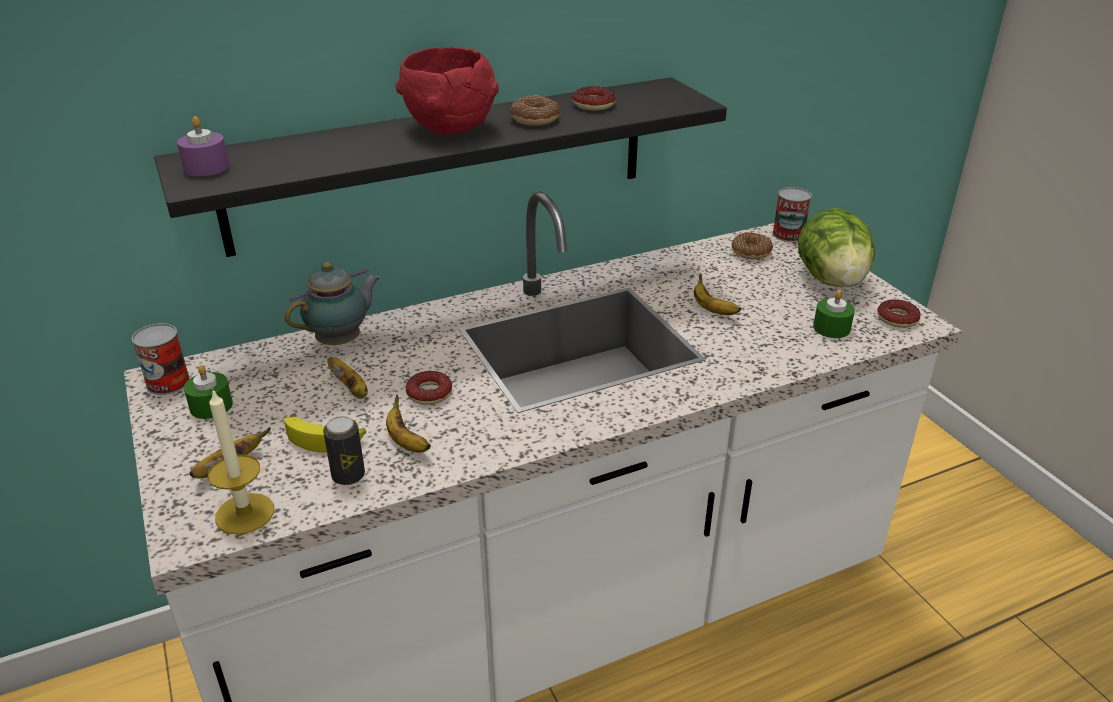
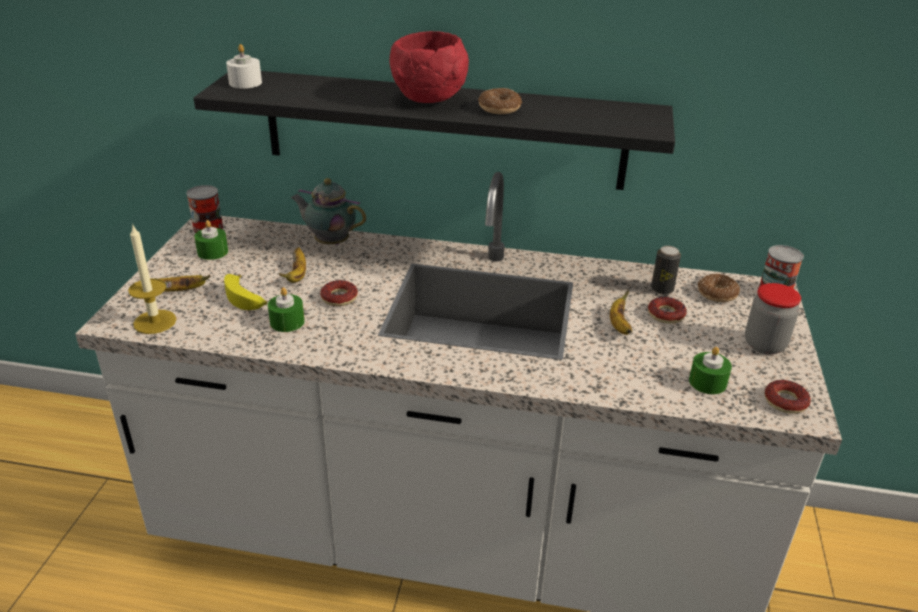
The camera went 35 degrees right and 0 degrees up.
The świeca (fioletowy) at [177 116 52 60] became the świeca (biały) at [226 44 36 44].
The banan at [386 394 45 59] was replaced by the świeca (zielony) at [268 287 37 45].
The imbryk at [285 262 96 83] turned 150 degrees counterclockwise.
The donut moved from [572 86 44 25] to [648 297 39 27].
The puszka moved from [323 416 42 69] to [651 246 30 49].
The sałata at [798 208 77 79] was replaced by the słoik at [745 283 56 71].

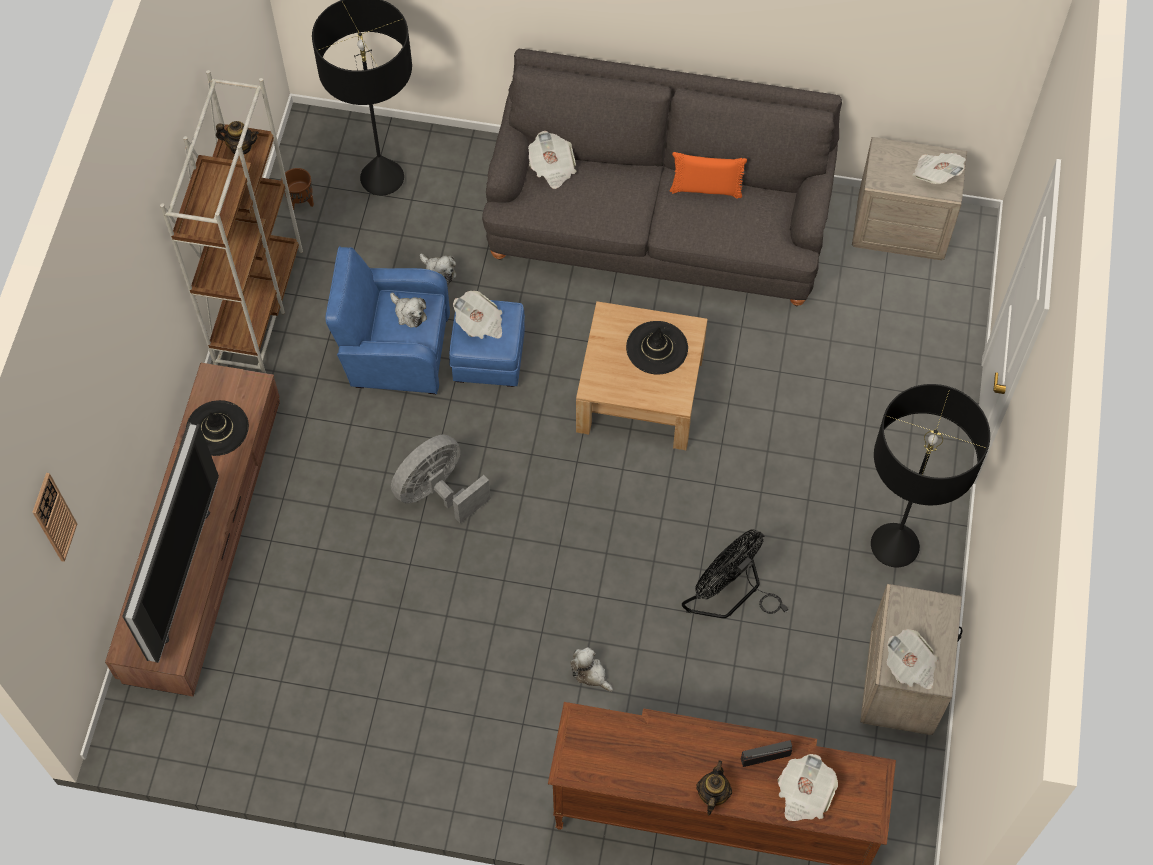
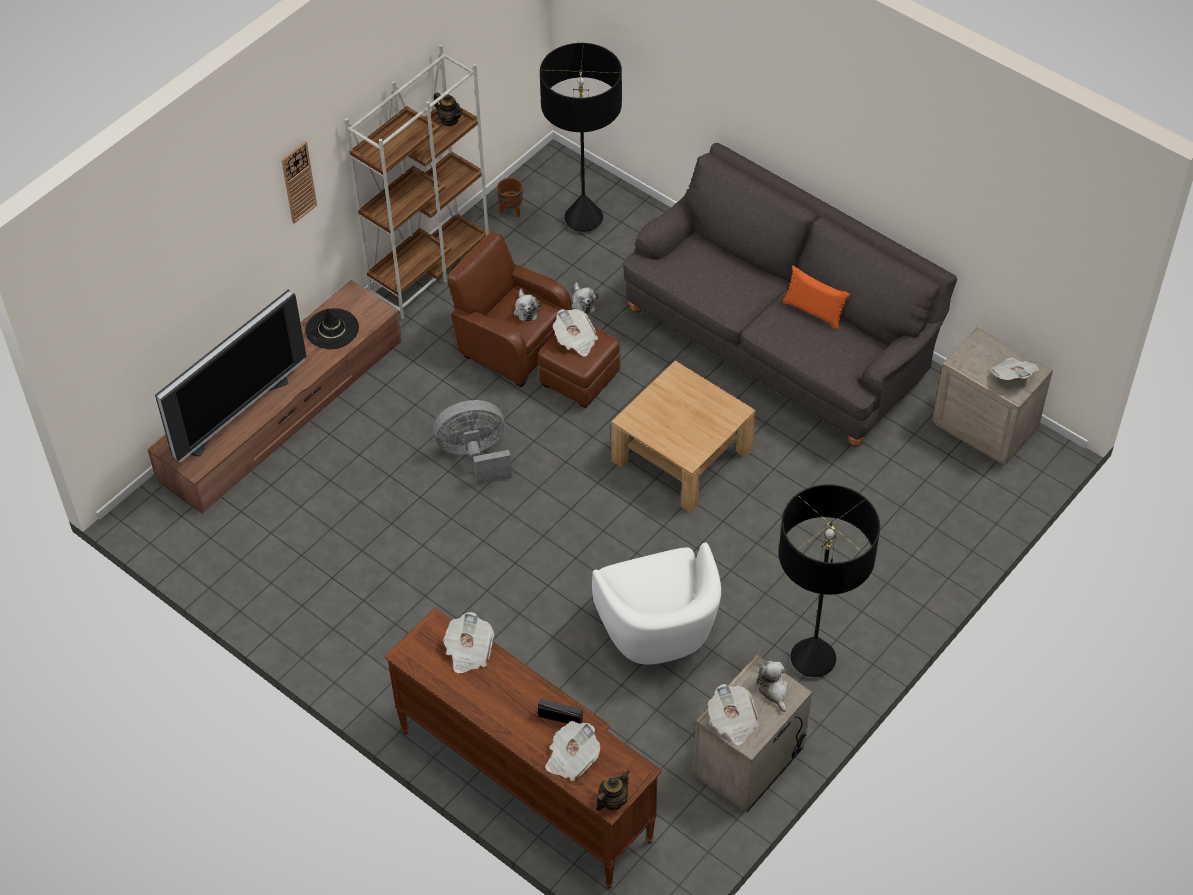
The camera went 30 degrees right and 10 degrees down.
The zegar ścienny moved from [33 473 44 89] to [281 141 36 83].
The gazeta moved from [528 131 48 58] to [443 612 51 61].
The fotel (niebieski) at [325 246 200 148] became the fotel (brązowy) at [447 231 174 177].
The wentylator (czarny) at [682 529 106 89] was replaced by the fotel (biały) at [592 543 129 122].
The imbryk moved from [696 760 36 55] to [596 770 34 41].
The pluszak moved from [570 647 43 45] to [756 661 32 51].
The kapelusz (czarny) at [626 321 62 53] disappeared.

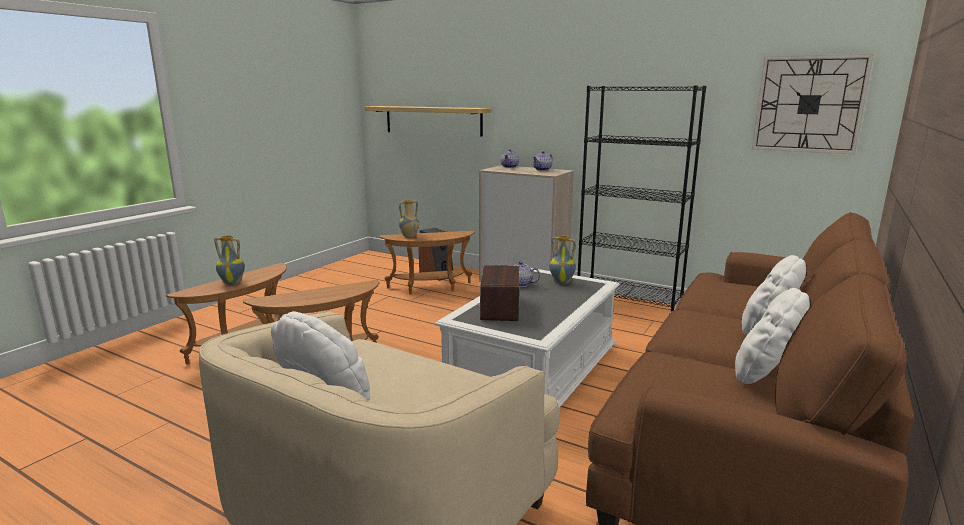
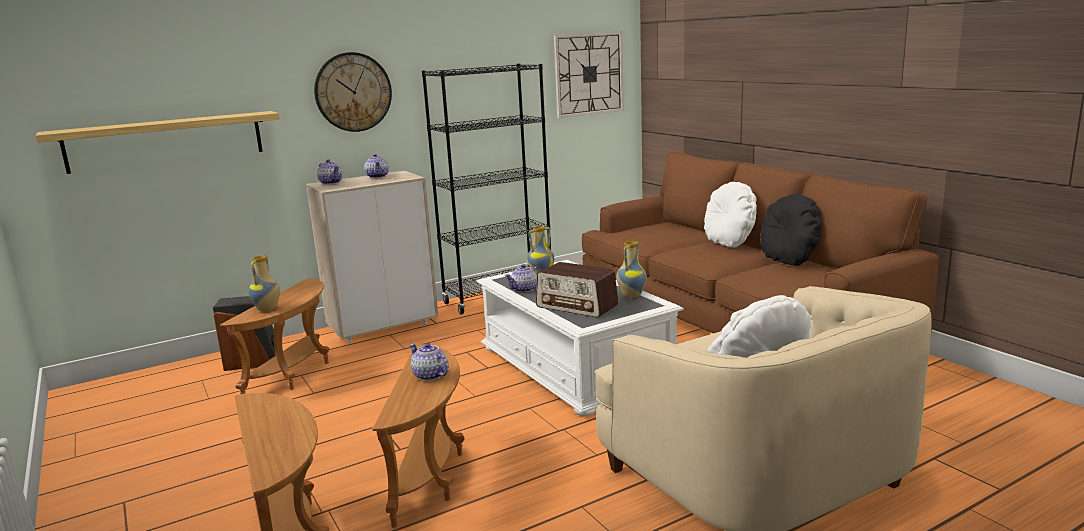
The camera went 60 degrees left and 0 degrees up.
The zegar ścienny at [314 52 78 80] appeared.
The imbryk at [409 343 40 38] appeared.
The wazon moved from [214 235 31 50] to [616 241 31 57].
The poduszka (biały) at [735 288 75 96] became the poduszka (czarny) at [760 194 62 72].

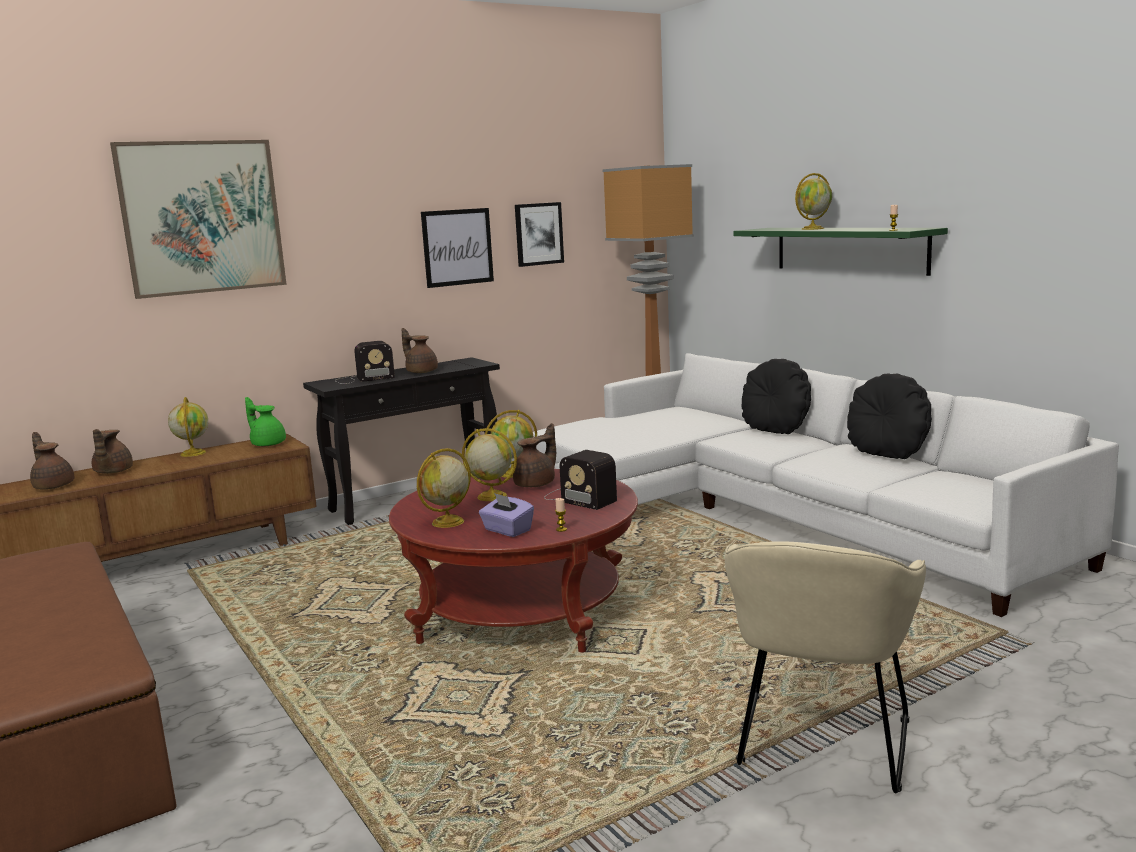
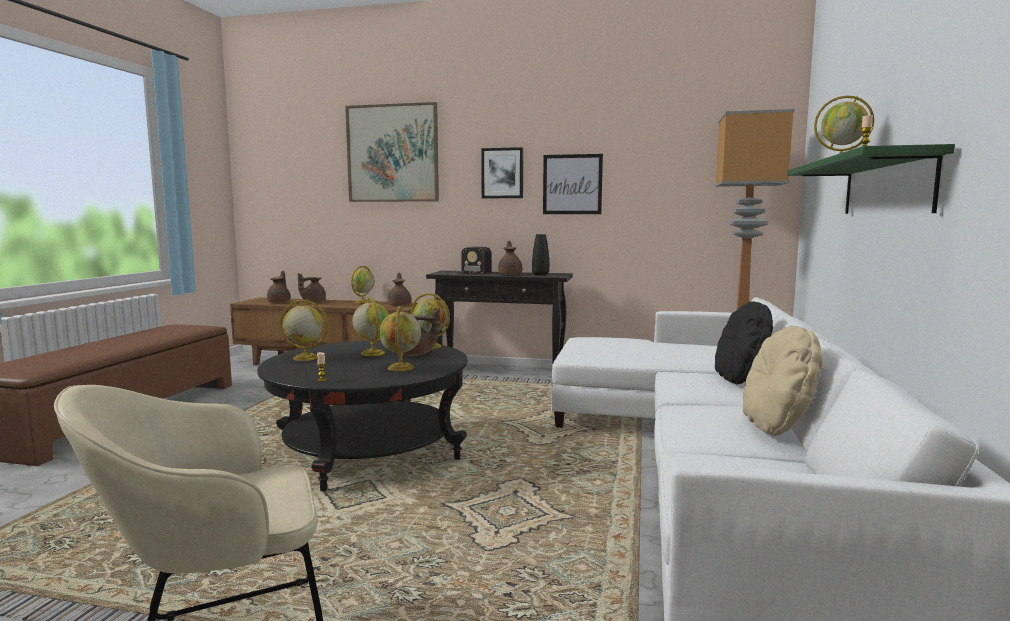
The camera went 45 degrees right and 5 degrees down.
The ława (czerwony) at [389 469 249 183] became the ława (czarny) at [257 340 211 151].
The radio at [544 450 73 60] was replaced by the globus at [379 306 42 65].
The imbryk (zielony) at [245 397 41 49] became the imbryk (brązowy) at [388 273 23 33].
The obraz moved from [515 202 49 65] to [481 147 42 51].
The wazon (czarny) at [532 234 17 41] appeared.
The poduszka (czarny) at [847 373 85 86] became the poduszka (beżowy) at [743 326 79 110].
The pudełko chusteczek (fioletowy) at [479 493 55 44] disappeared.

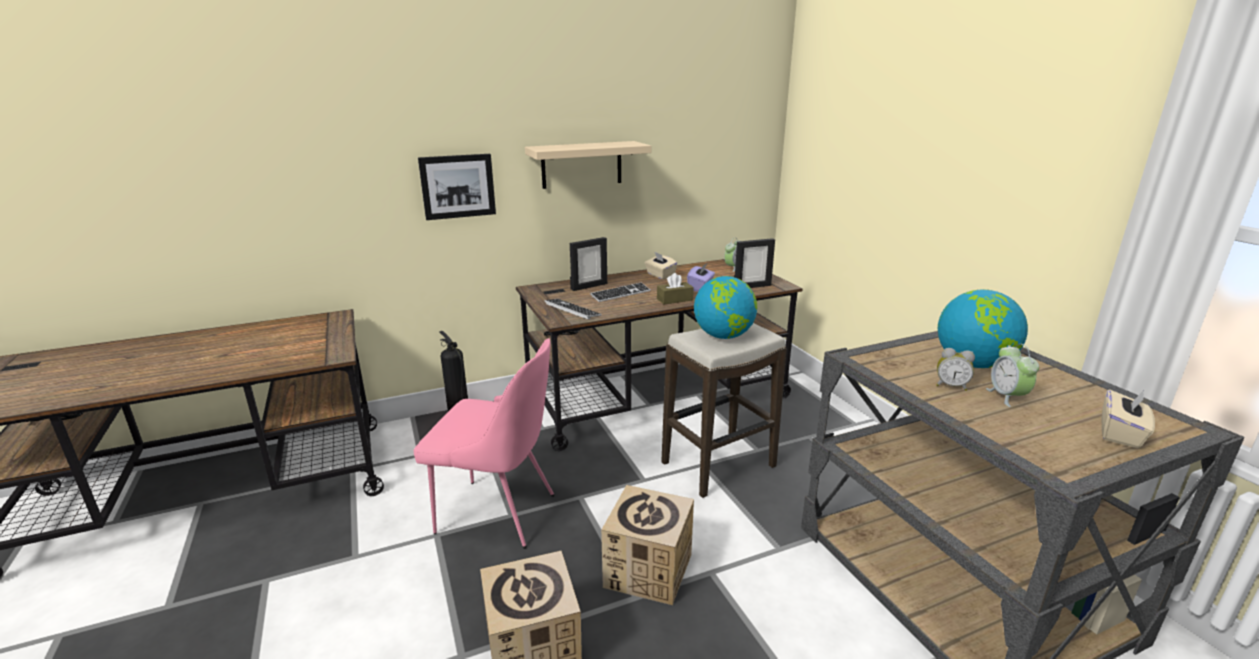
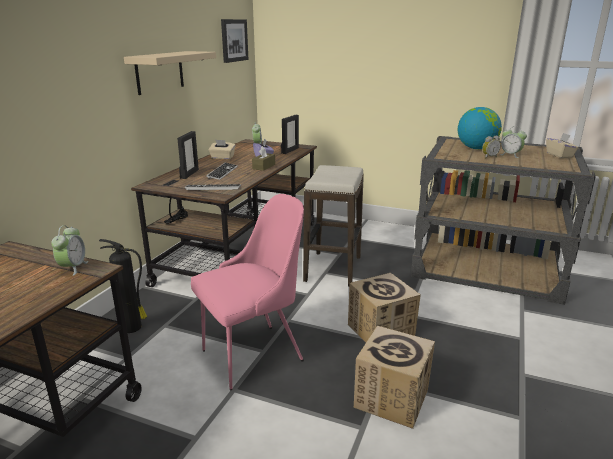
The camera went 45 degrees left and 0 degrees up.
The budzik at [51 225 38 51] appeared.
The obraz moved from [418 154 78 66] to [221 19 28 44].
The globus at [694 276 63 63] disappeared.

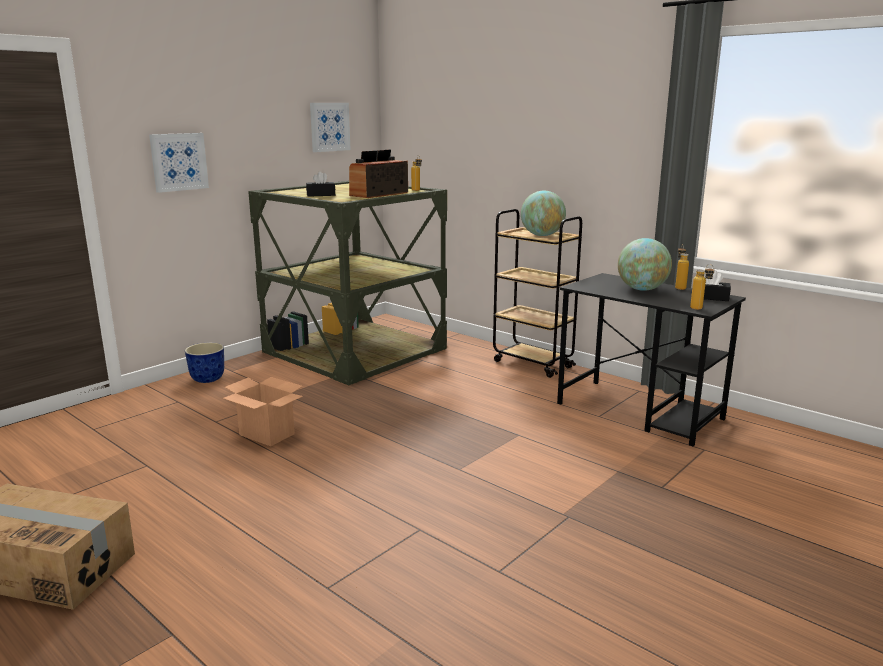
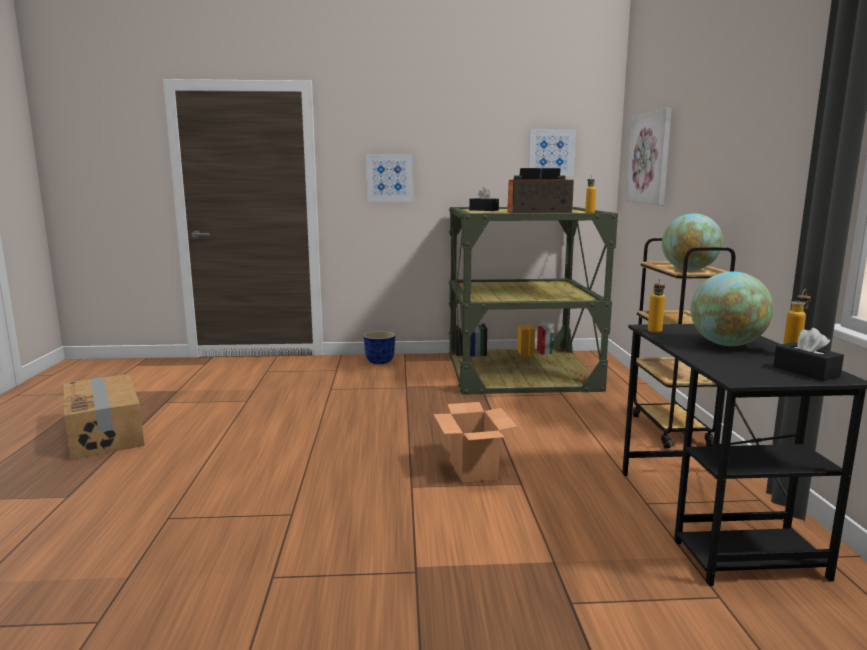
The camera went 45 degrees right and 5 degrees down.
The karton moved from [222 377 81 69] to [433 402 84 81].
The obraz at [625 108 47 97] appeared.
The butelka moved from [690 264 24 46] to [648 278 17 55].

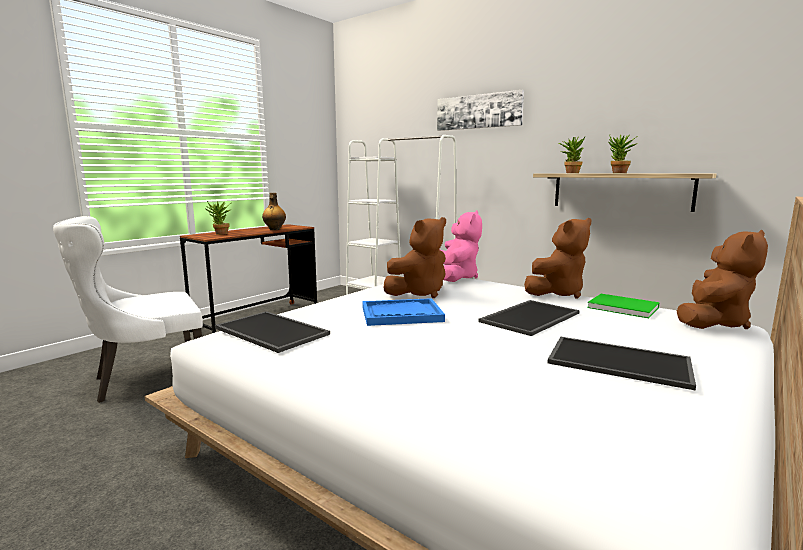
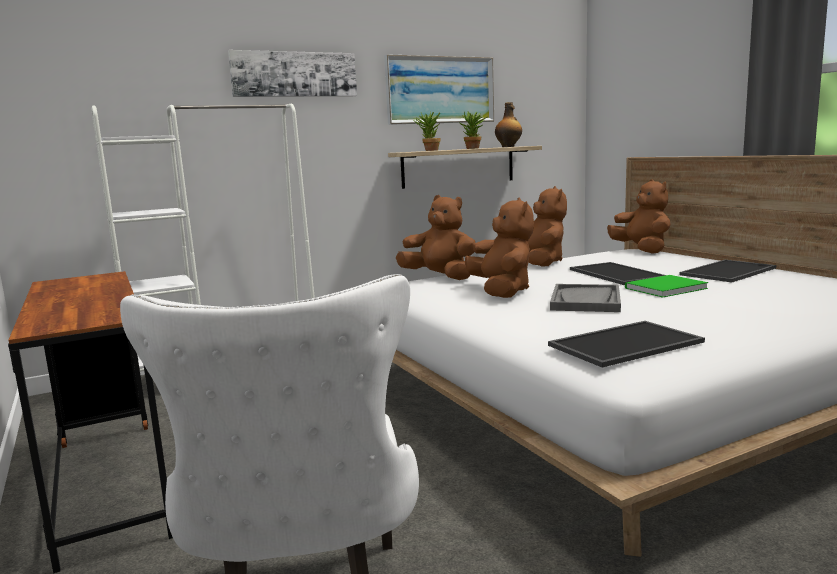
The camera went 65 degrees left and 0 degrees up.
The obraz at [384 54 110 71] appeared.
The pluszak (różowy) at [440 210 42 72] became the pluszak (brązowy) at [396 195 79 85].
The butelka moved from [262 193 24 37] to [495 102 27 45].
The taca (niebieski) at [362 298 83 28] became the taca (szary) at [550 284 71 28].
The książka (zielony) moved from [587 294 72 24] to [625 275 83 23].
The roślina doniczkowa at [206 201 25 34] disappeared.

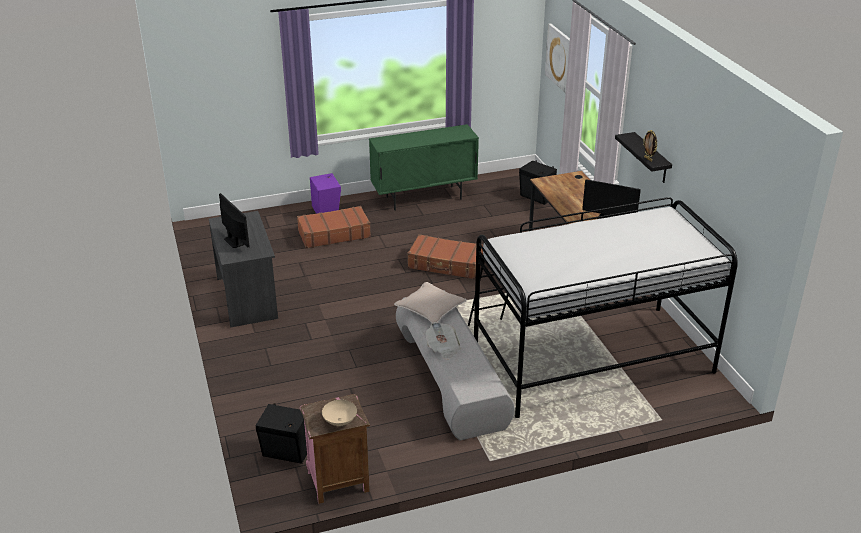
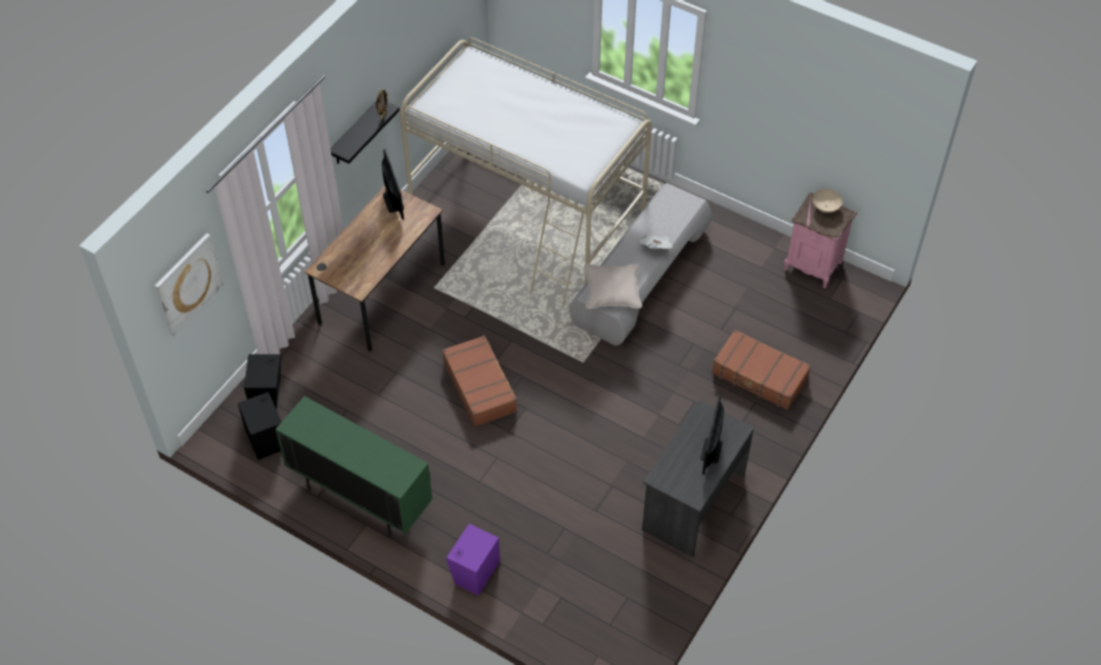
The camera went 130 degrees left and 20 degrees up.
The głośnik (czarny) moved from [255 403 52 61] to [237 392 44 68].
The łóżko (czarny) at [468 197 270 221] became the łóżko (beżowy) at [400 38 252 271].
The walizka (brązowy) moved from [297 206 74 42] to [712 329 99 81].

